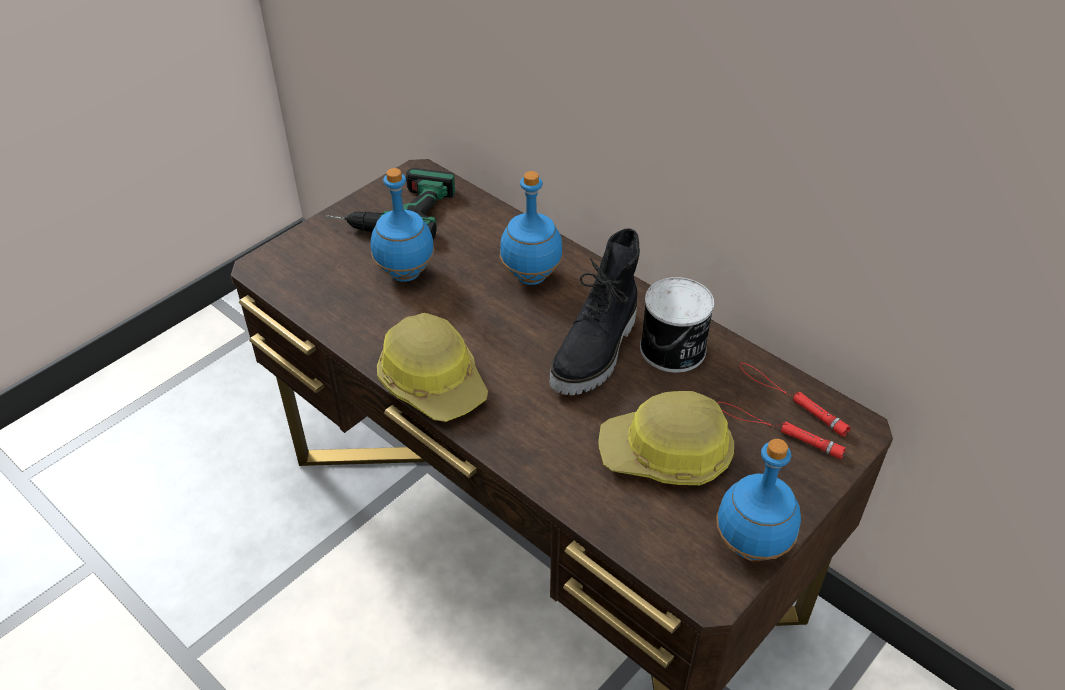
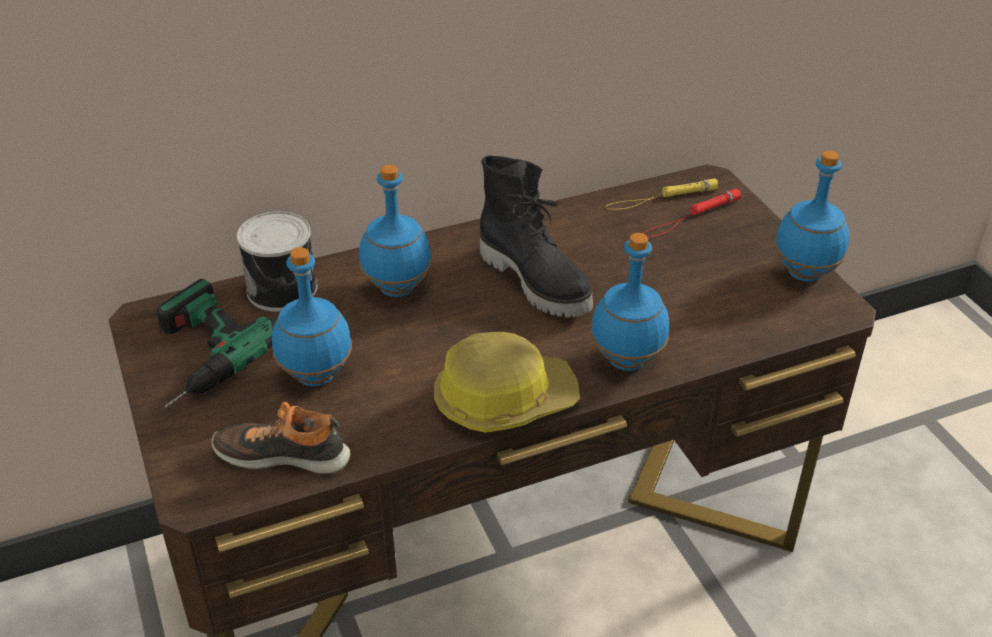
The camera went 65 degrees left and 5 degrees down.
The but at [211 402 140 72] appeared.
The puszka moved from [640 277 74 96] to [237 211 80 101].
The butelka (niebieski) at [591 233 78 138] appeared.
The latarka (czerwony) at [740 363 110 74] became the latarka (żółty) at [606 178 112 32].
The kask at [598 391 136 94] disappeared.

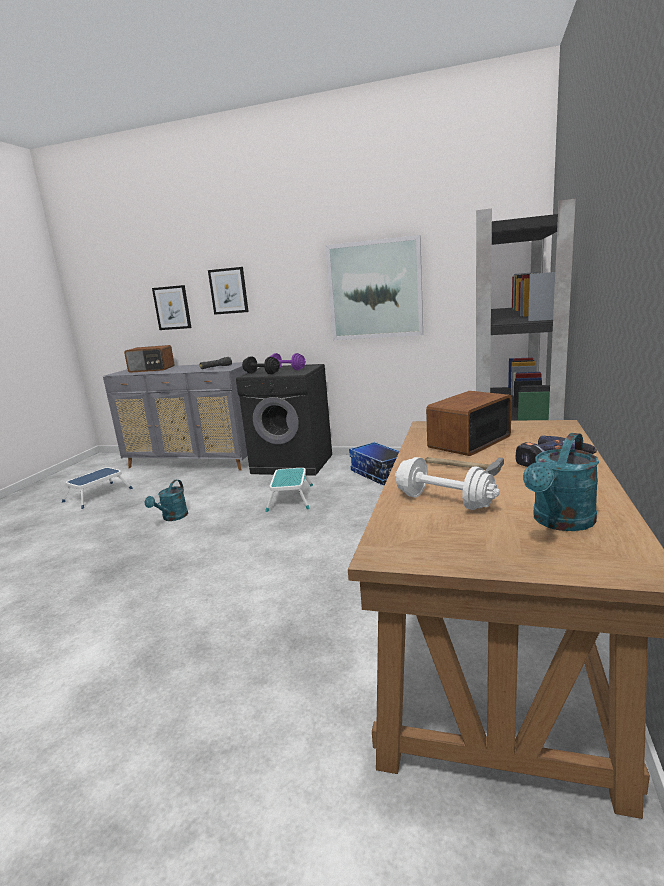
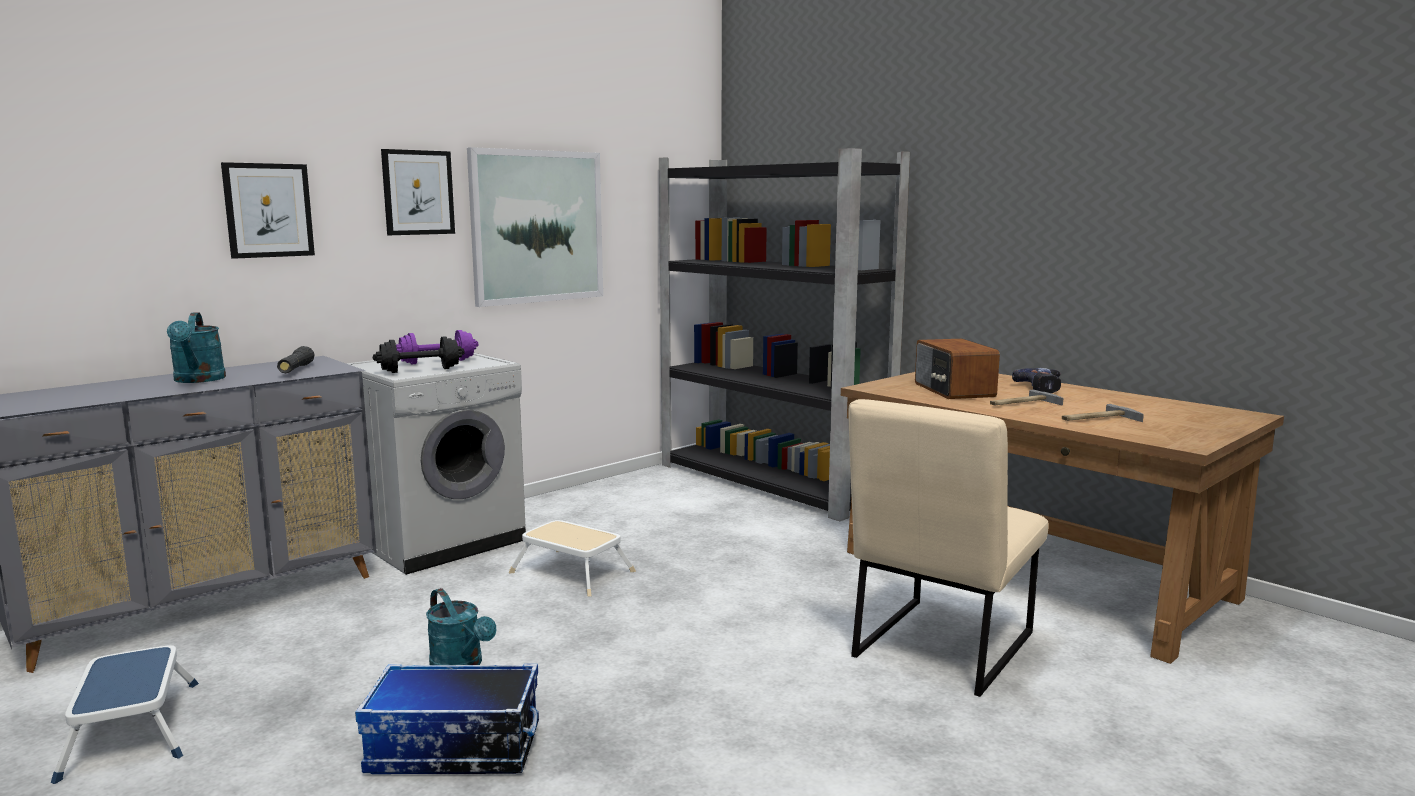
The camera went 60 degrees left and 5 degrees down.
The konewka (turkusowy) moved from [523 433 76 98] to [167 312 59 71].
The pralka (czarny) at [236 364 96 112] became the pralka (biały) at [346 353 180 222].
The pojemnik do przechowywania moved from [349 442 50 43] to [355 664 184 110].
The obraz moved from [152 285 40 45] to [381 149 74 86].
The drabinka (turkusowy) at [265 468 48 44] became the drabinka (beżowy) at [509 520 127 77].
The krzesło (beżowy) at [849 399 200 298] appeared.
The hantel (biały) at [395 457 105 53] was replaced by the młotek at [1062 404 82 18].
The radio at [124 345 51 28] disappeared.

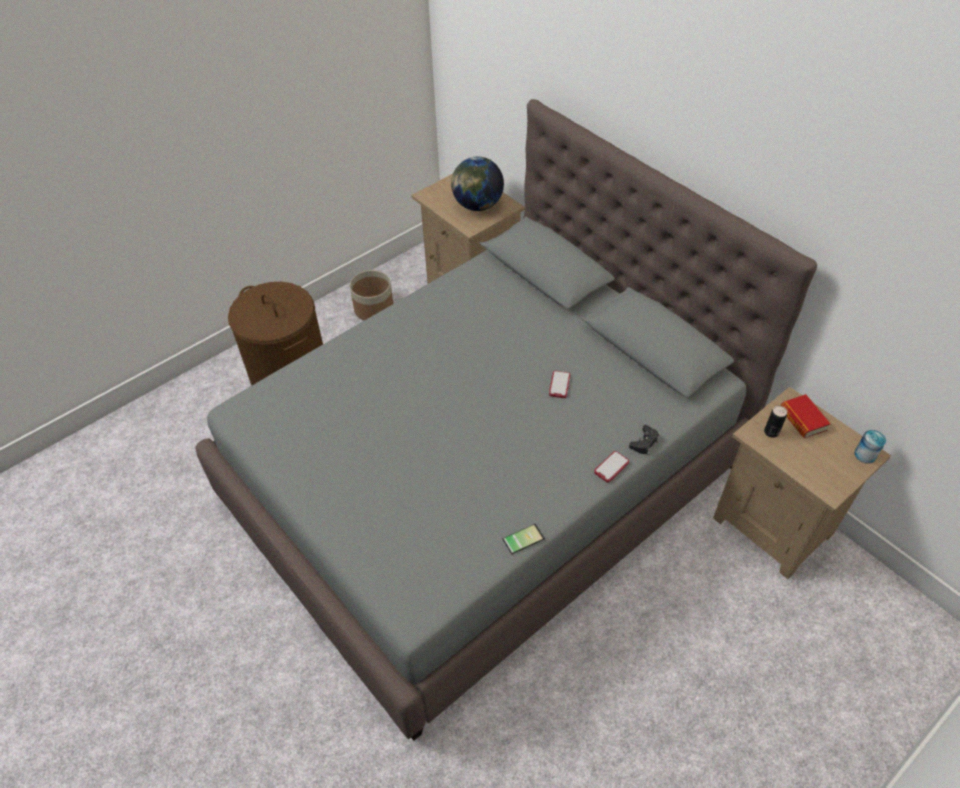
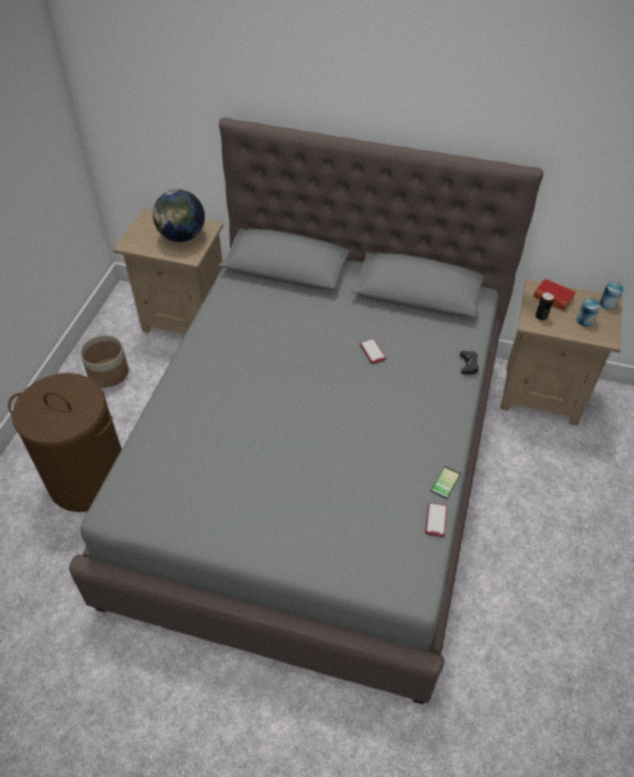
The camera went 35 degrees left and 0 degrees up.
The telefon moved from [594 451 35 32] to [425 503 23 34].
The puszka at [577 298 23 29] appeared.

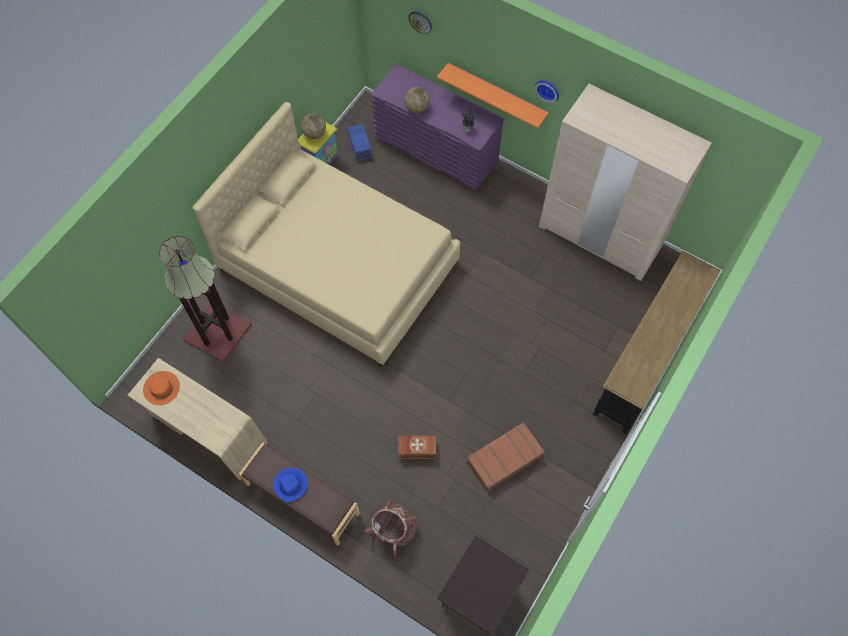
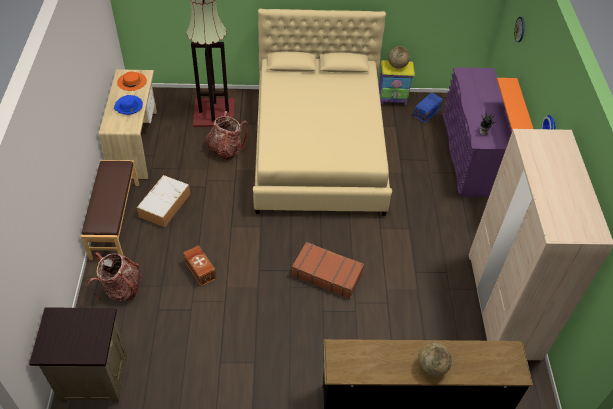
The camera went 55 degrees right and 15 degrees down.
The kapelusz (niebieski) moved from [273 468 35 35] to [114 95 29 20].
The pojemnik do przechowywania at [137 175 53 52] appeared.
The plecak at [206 111 42 49] appeared.
The walizka (brązowy) moved from [467 422 78 70] to [292 242 72 57].
The globus moved from [404 87 26 26] to [418 343 34 34].

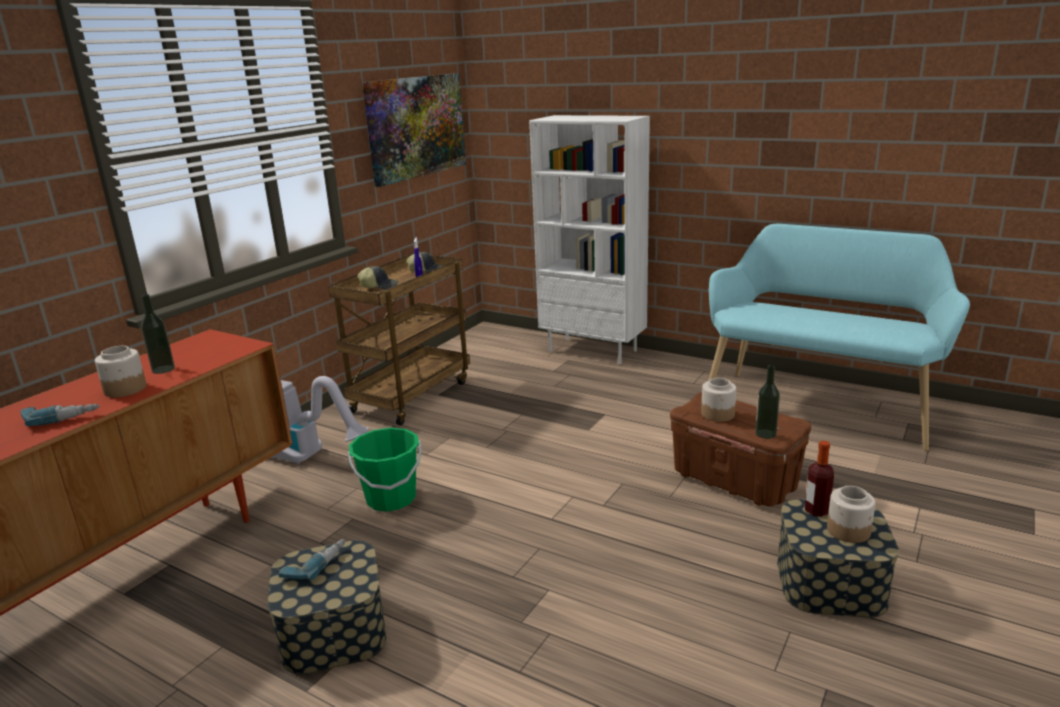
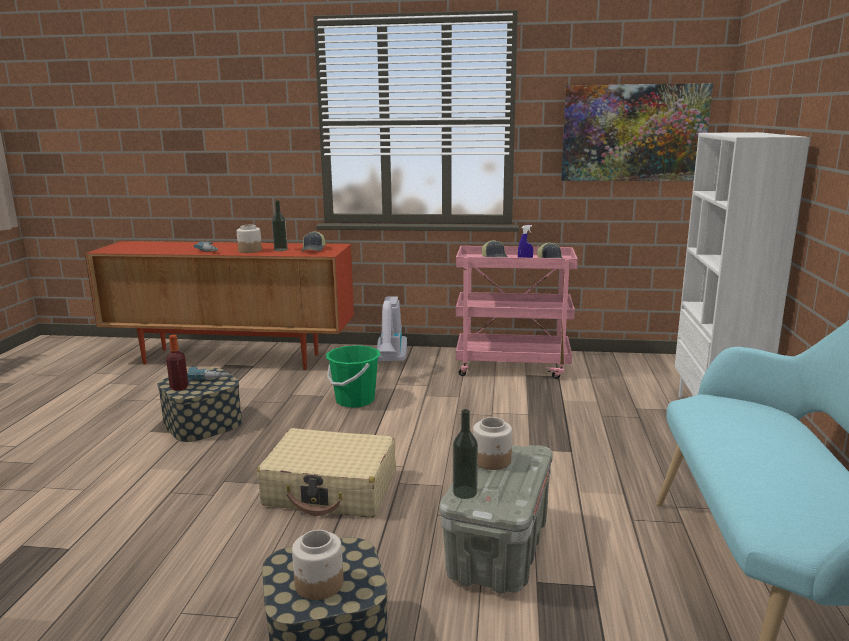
The camera went 65 degrees right and 5 degrees down.
The butelka moved from [805 441 29 76] to [166 335 22 56].
The walizka (beżowy) at [257 428 139 90] appeared.
The czapka z daszkiem at [301 231 25 21] appeared.
The pojemnik do przechowywania (brązowy) at [670 392 141 114] became the pojemnik do przechowywania (szary) at [439 445 114 149].
The wózek (brązowy) at [328 253 142 173] became the wózek (różowy) at [456 246 122 133].

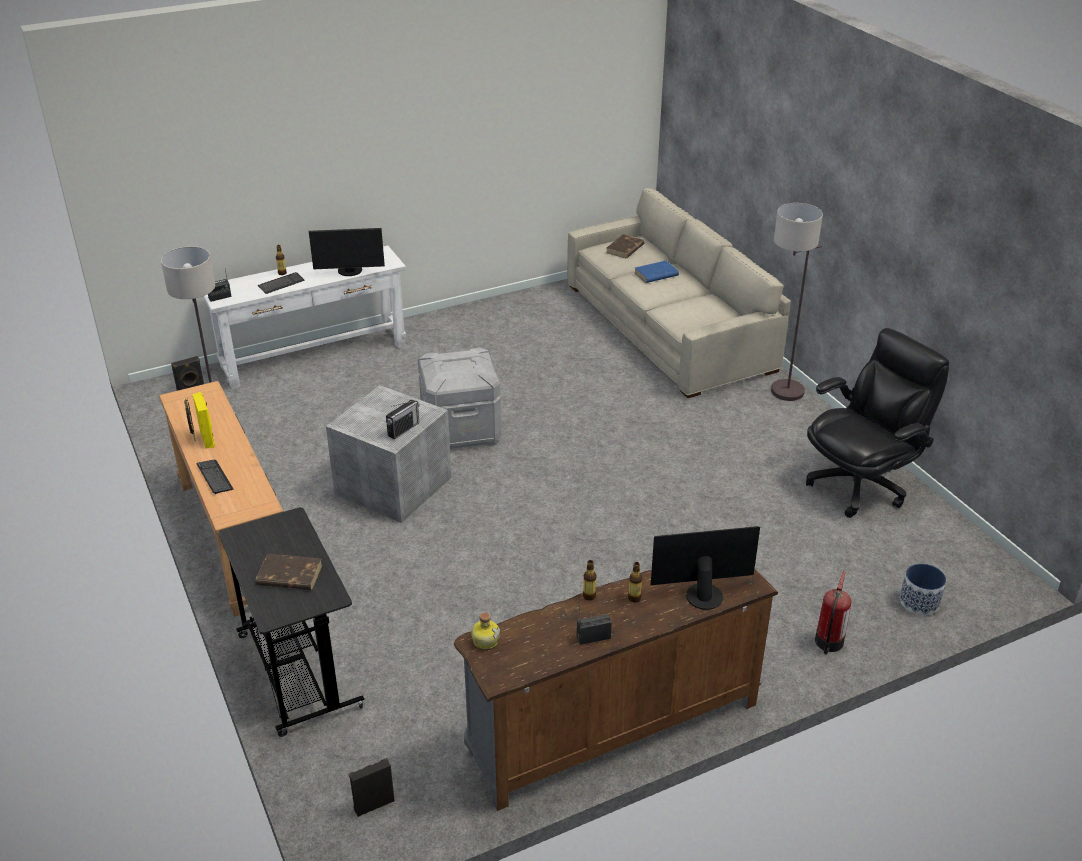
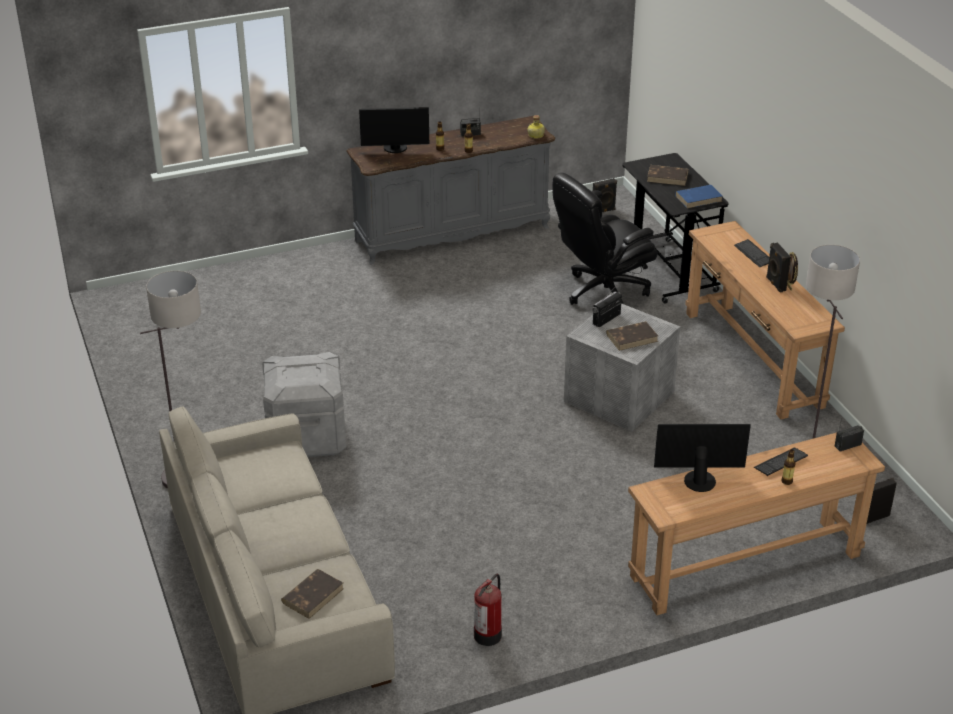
The camera went 175 degrees left and 0 degrees up.
The pojemnik do przechowywania (szary) moved from [418 347 84 102] to [262 352 84 105].
The gaśnica moved from [815 571 36 83] to [474 574 28 72].
The krzesło biurowe (czarny) moved from [806 328 143 190] to [552 173 105 132].
The książka (brązowy) at [606 321 52 30] appeared.
The stolik konsolowy (biały) at [203 246 204 143] became the stolik konsolowy (brązowy) at [628 433 257 182].
The książka (niebieski) moved from [635 261 44 22] to [675 185 47 23].
The głośnik (żółty) at [192 392 23 57] became the głośnik (czarny) at [766 243 25 50].
The donica at [900 563 46 52] disappeared.

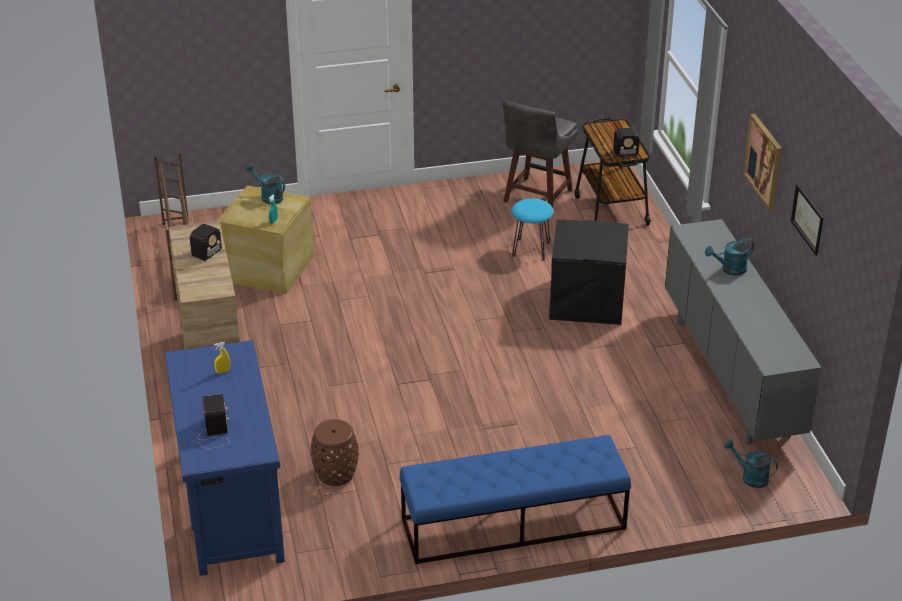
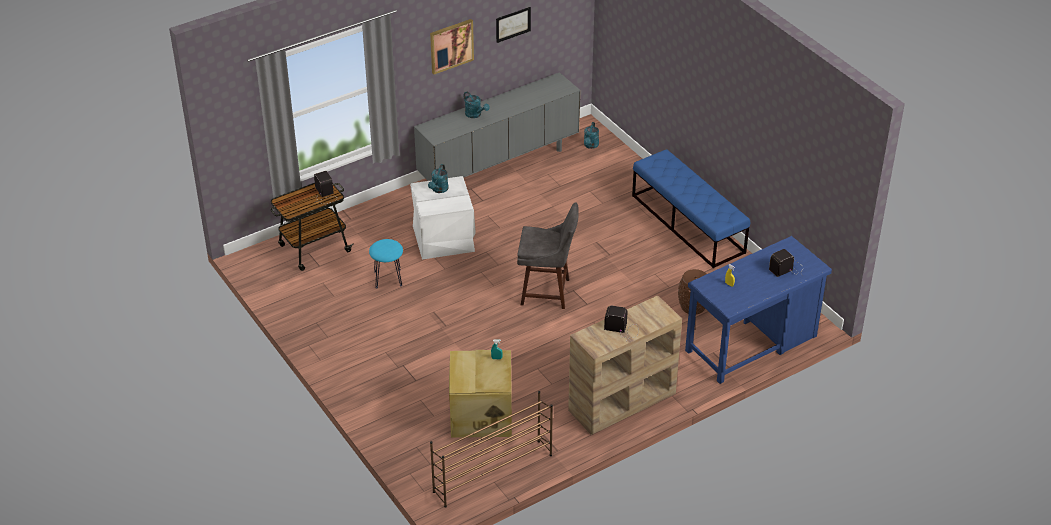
The camera went 110 degrees left and 5 degrees up.
The pojemnik do przechowywania (czarny) at [549 219 80 106] became the pojemnik do przechowywania (biały) at [410 176 66 84].
The konewka (turkusowy) moved from [246 163 39 41] to [428 164 21 29].
The stołek (szary) moved from [503 100 75 108] to [517 202 62 107].

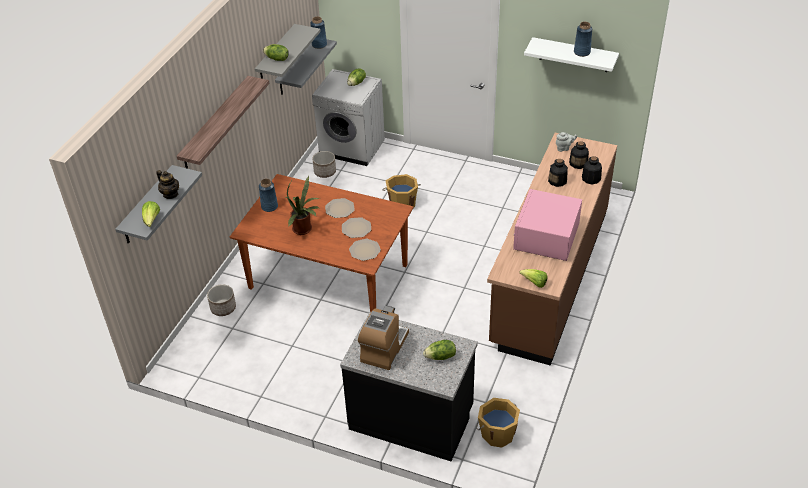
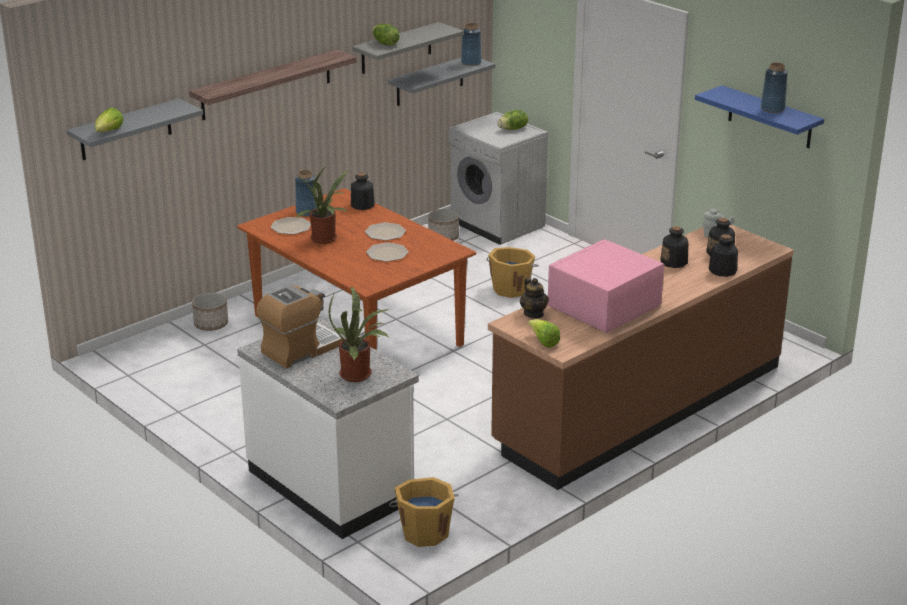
The camera went 25 degrees right and 15 degrees down.
The zabudowa kuchenna (czarny) at [340 312 138 150] became the zabudowa kuchenna (biały) at [237 317 182 222].
The talerz moved from [349 239 32 22] to [271 217 40 17].
The sałata at [423 340 33 20] was replaced by the roślina doniczkowa at [329 286 61 96].
The butelka at [351 173 24 37] appeared.
The imbryk moved from [156 170 23 29] to [520 278 29 40].
The półka (biały) at [524 37 95 35] became the półka (niebieski) at [695 85 129 63].

